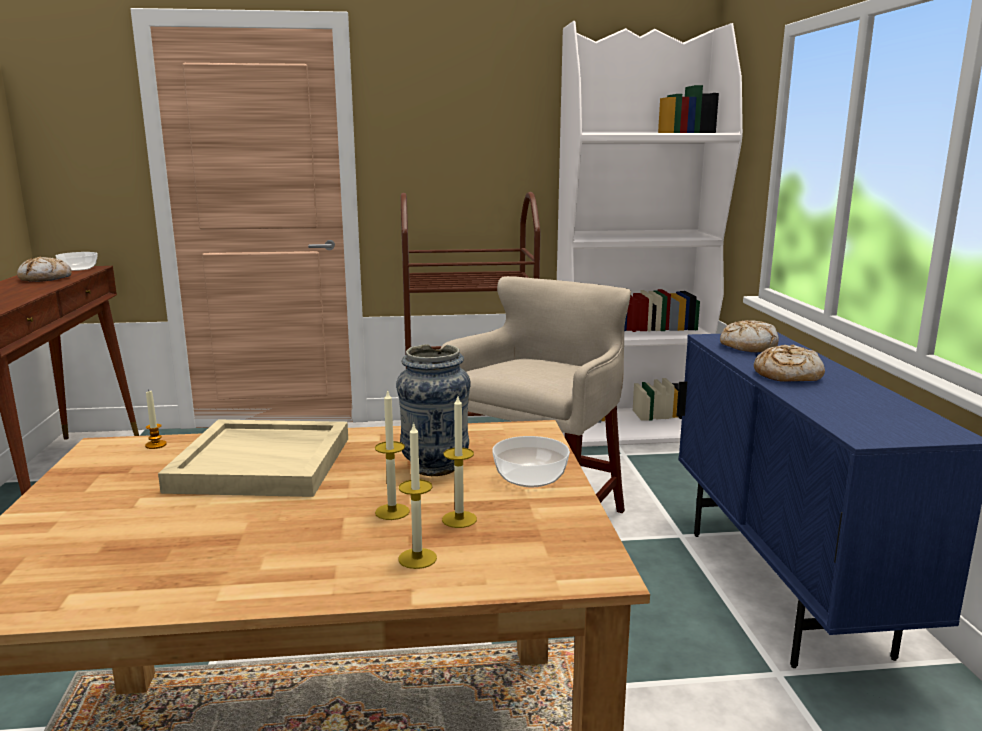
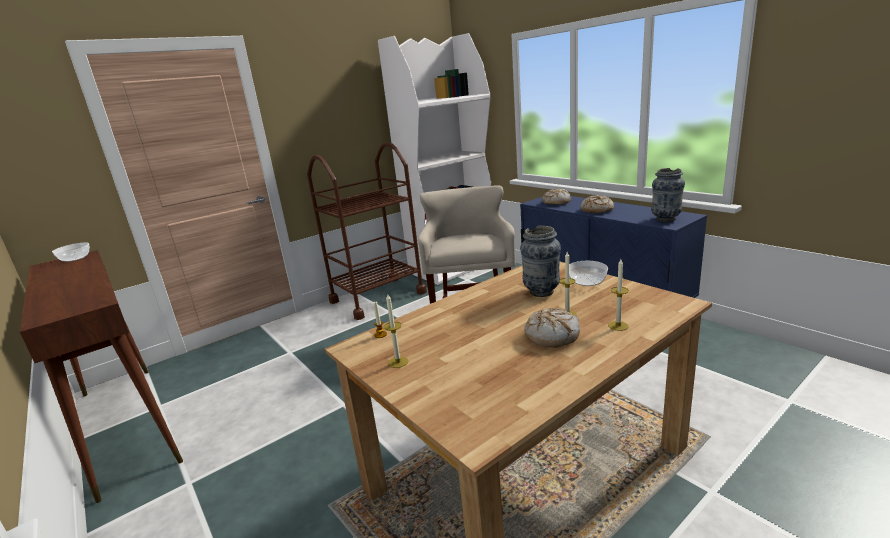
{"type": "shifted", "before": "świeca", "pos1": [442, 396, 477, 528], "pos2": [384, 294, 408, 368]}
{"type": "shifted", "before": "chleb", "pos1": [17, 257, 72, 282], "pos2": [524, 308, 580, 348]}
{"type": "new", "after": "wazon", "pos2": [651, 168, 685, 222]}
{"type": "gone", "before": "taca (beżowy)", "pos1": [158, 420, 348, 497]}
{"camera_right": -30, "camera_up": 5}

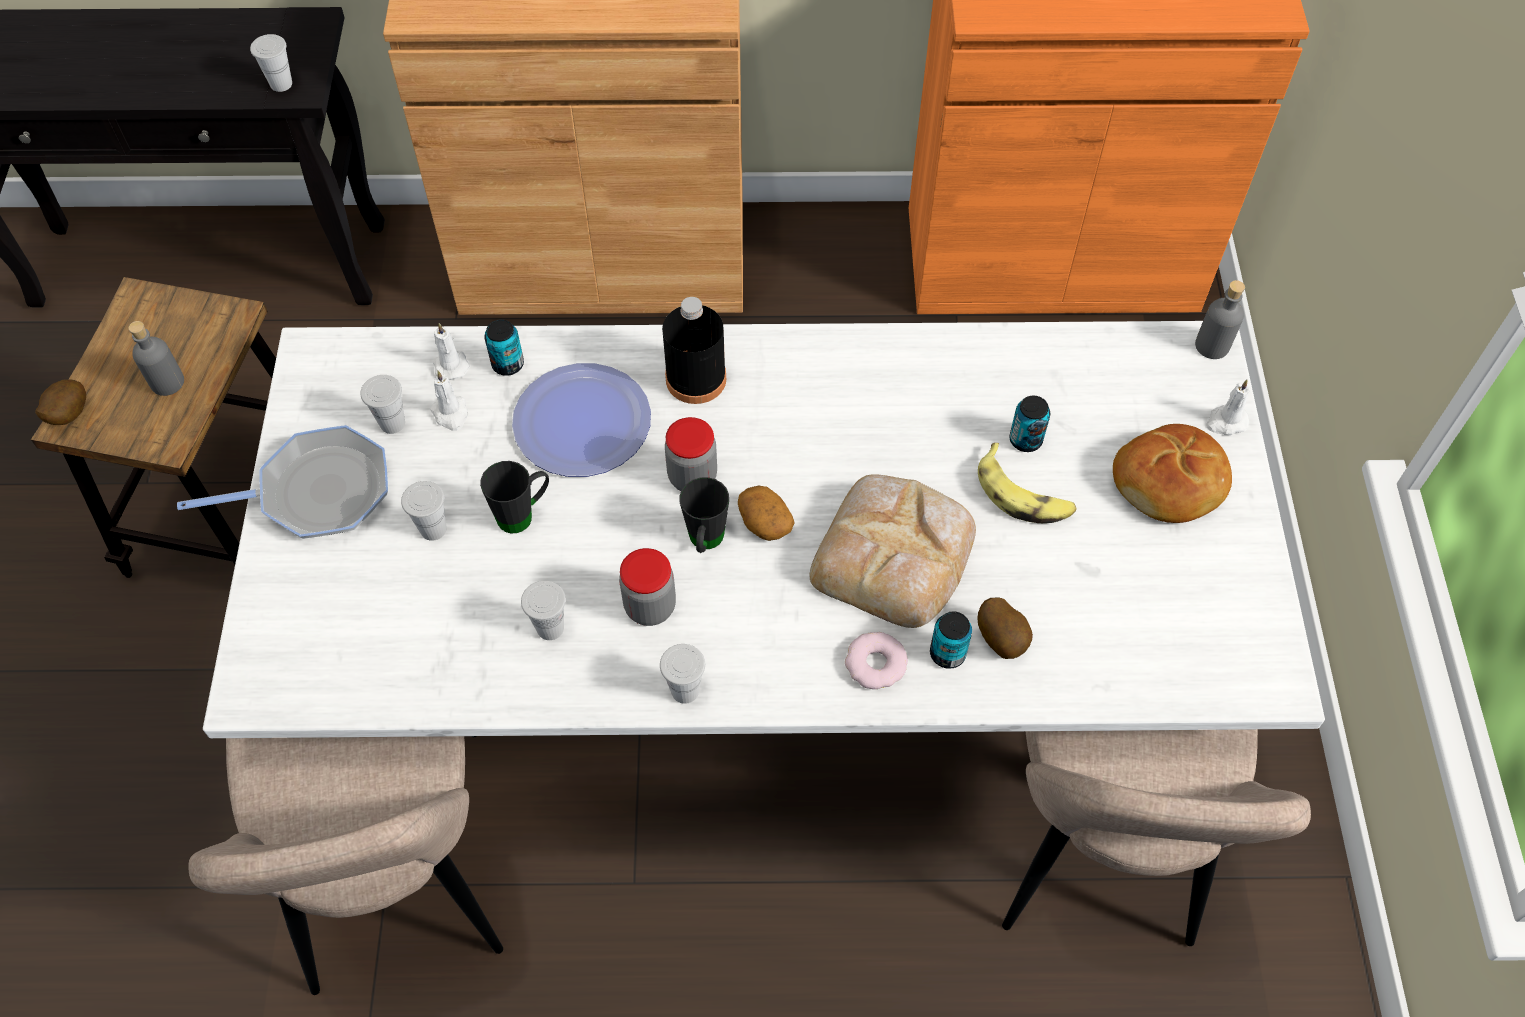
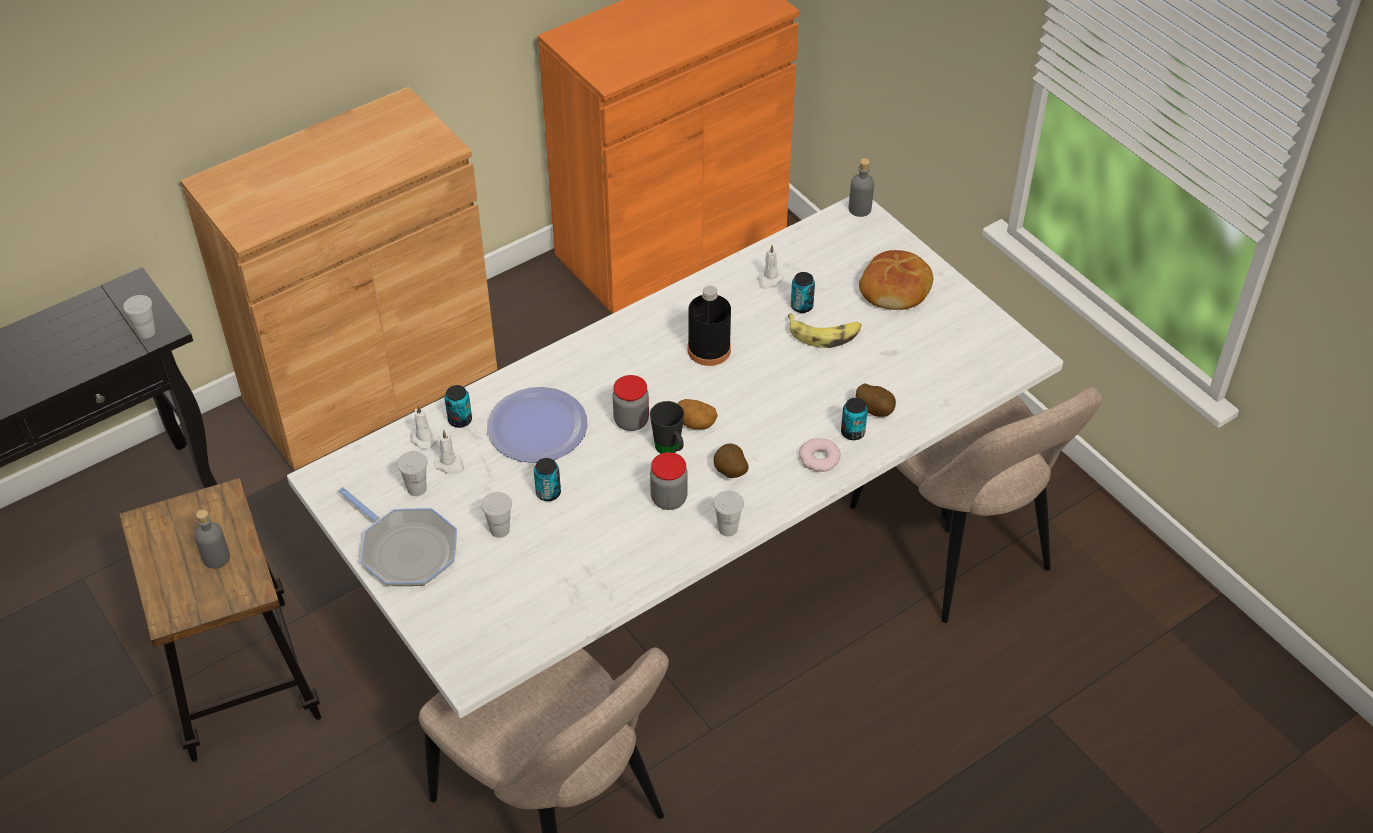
{"type": "rotated", "before": "patelnia", "pos1": [177, 425, 388, 539], "pos2": [339, 487, 457, 586], "turn": 90}
{"type": "swapped", "before": "kubek (czarny)", "after": "puszka", "pos1": [480, 461, 549, 533], "pos2": [534, 458, 561, 501]}
{"type": "shifted", "before": "butelka (czarny)", "pos1": [662, 297, 726, 404], "pos2": [688, 286, 731, 366]}
{"type": "shifted", "before": "ziemniak", "pos1": [35, 380, 86, 425], "pos2": [714, 443, 749, 478]}
{"type": "shifted", "before": "świeca (biały)", "pos1": [1206, 379, 1250, 435], "pos2": [758, 245, 784, 289]}
{"type": "gone", "before": "filiżanka (biały)", "pos1": [521, 581, 566, 640]}
{"type": "gone", "before": "chleb", "pos1": [810, 474, 976, 628]}
{"camera_right": -35, "camera_up": -10}

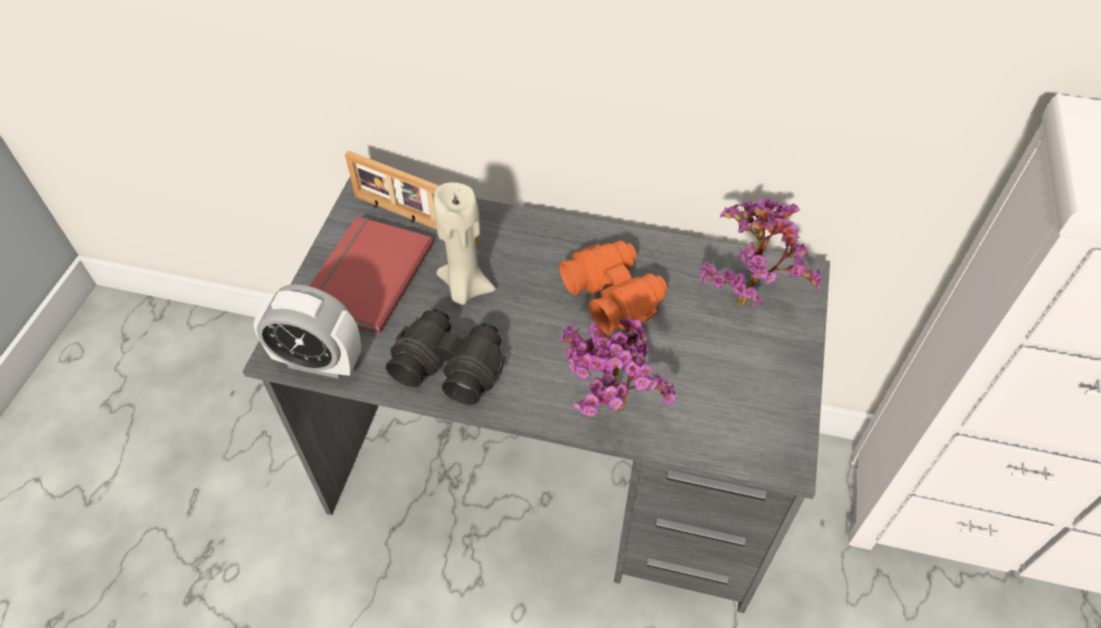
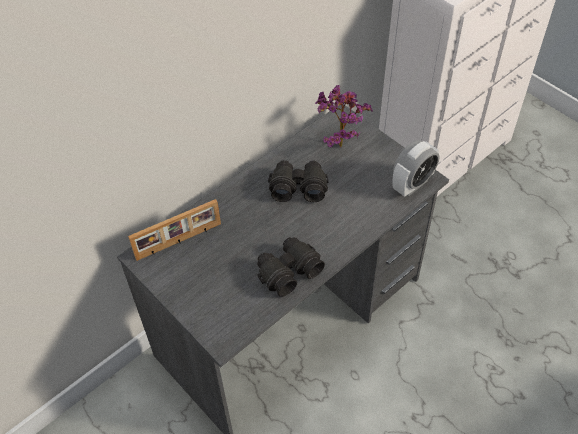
{"type": "repainted", "before": "lornetka (pomarańczowy)", "after": "lornetka (czarny)", "pos1": [559, 240, 667, 334], "pos2": [268, 160, 329, 202]}
{"type": "shifted", "before": "budzik", "pos1": [253, 284, 361, 379], "pos2": [392, 140, 440, 197]}
{"type": "gone", "before": "książka (czerwony)", "pos1": [310, 216, 433, 334]}
{"type": "gone", "before": "świeca (beżowy)", "pos1": [433, 182, 496, 305]}
{"type": "gone", "before": "roślina doniczkowa", "pos1": [560, 317, 676, 417]}
{"camera_right": -55, "camera_up": 0}

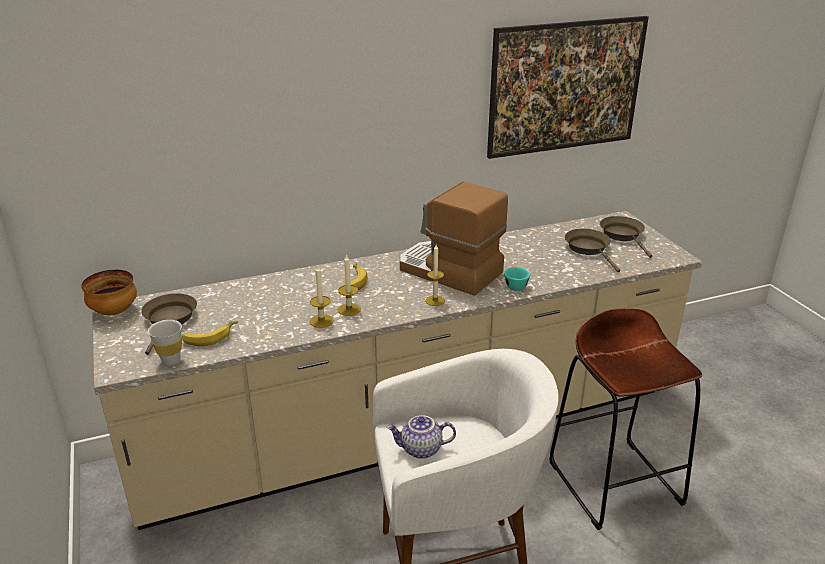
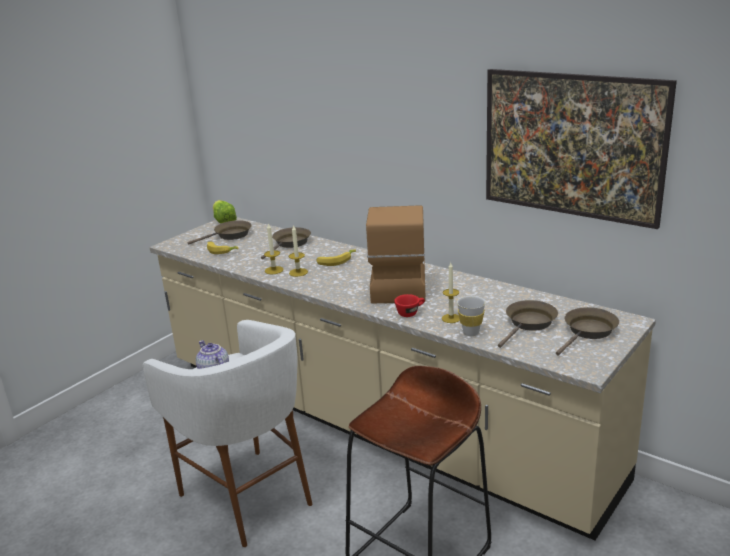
{"type": "swapped", "before": "miska", "after": "sałata", "pos1": [81, 270, 137, 315], "pos2": [213, 200, 237, 224]}
{"type": "new", "after": "patelnia (brązowy)", "pos2": [261, 227, 311, 259]}
{"type": "repainted", "before": "filiżanka (turkusowy)", "after": "filiżanka (czerwony)", "pos1": [504, 267, 530, 291], "pos2": [394, 294, 425, 317]}
{"type": "shifted", "before": "świeca", "pos1": [425, 244, 445, 306], "pos2": [442, 263, 460, 323]}
{"type": "shifted", "before": "filiżanka (biały)", "pos1": [148, 320, 182, 366], "pos2": [457, 296, 486, 336]}
{"camera_right": 60, "camera_up": -5}

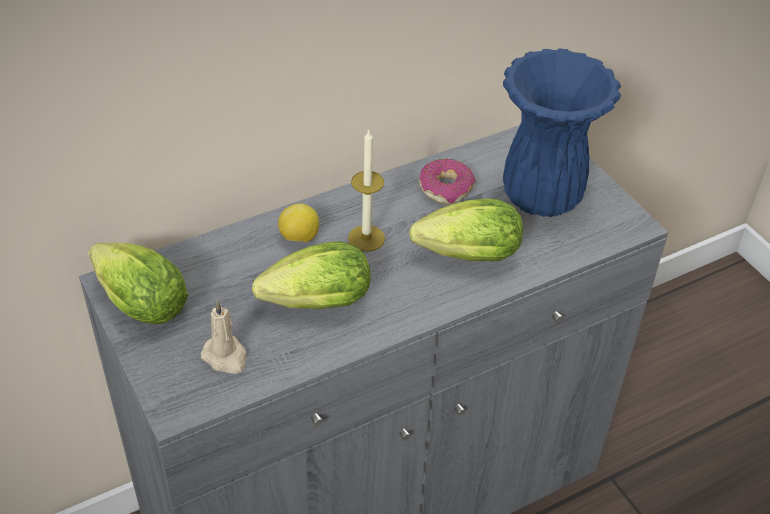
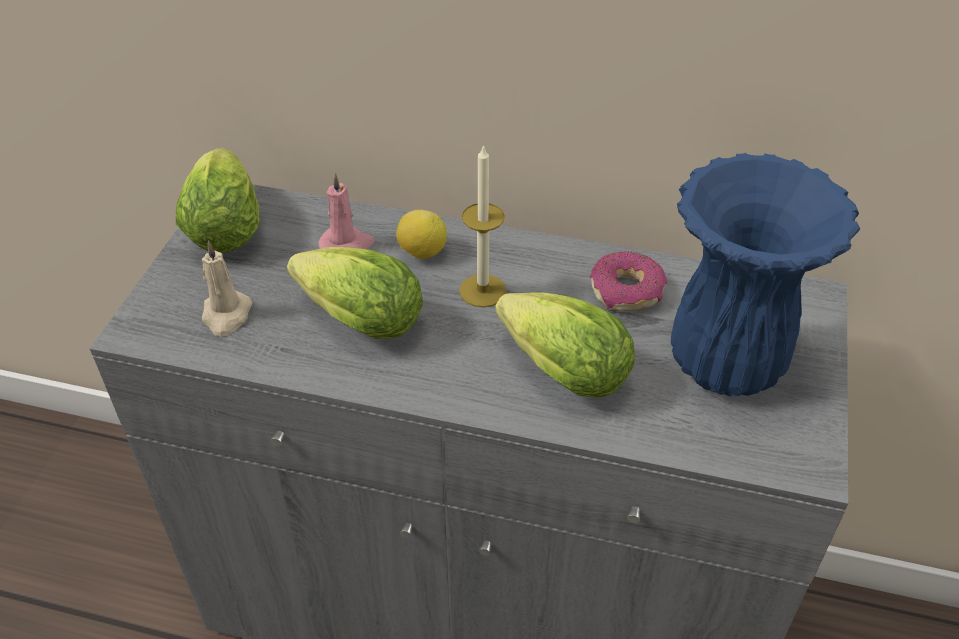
{"type": "new", "after": "świeca (różowy)", "pos2": [318, 173, 374, 249]}
{"camera_right": 45, "camera_up": 0}

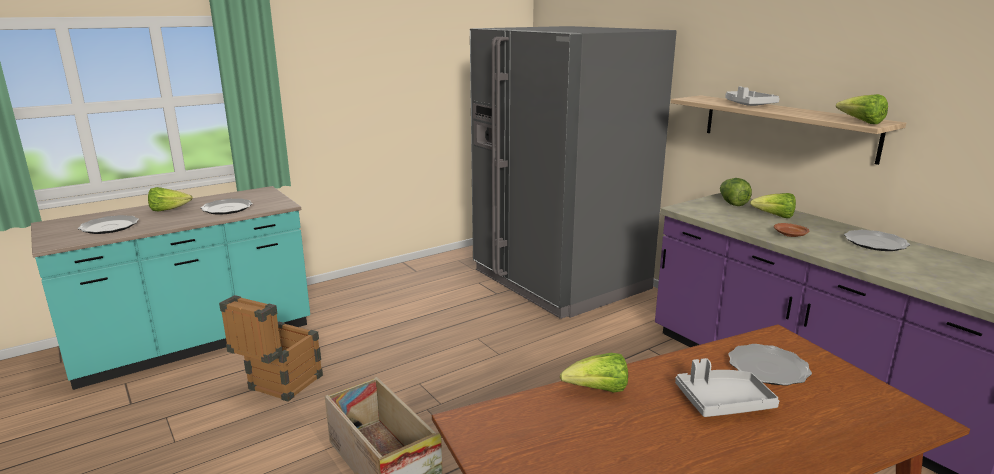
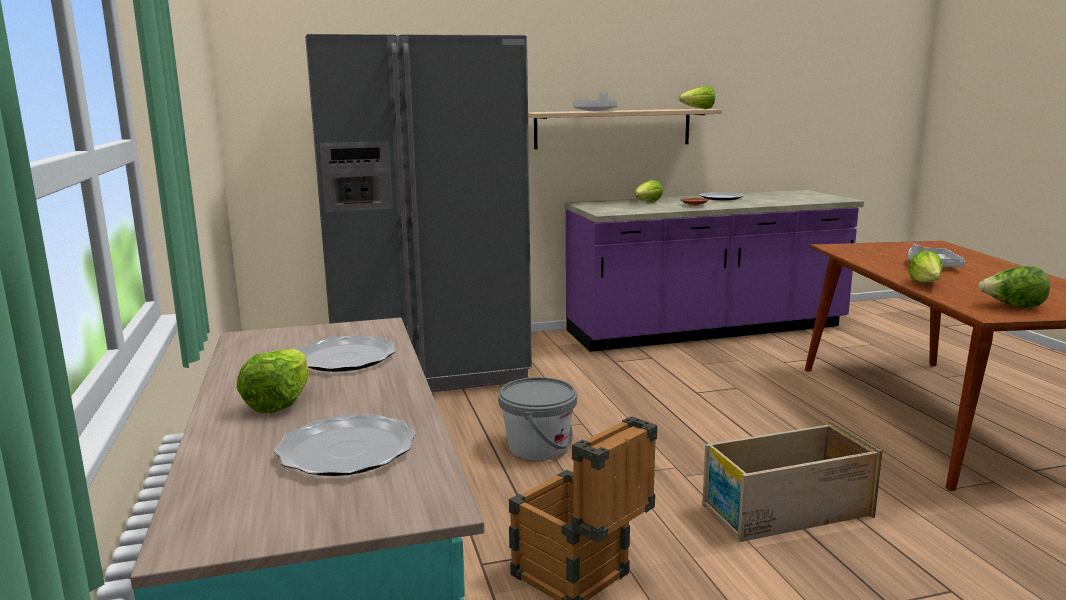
{"type": "new", "after": "wiadro (szary)", "pos2": [498, 377, 577, 460]}
{"type": "shifted", "before": "sałata", "pos1": [720, 178, 752, 206], "pos2": [978, 266, 1050, 307]}
{"type": "gone", "before": "talerz", "pos1": [728, 344, 812, 385]}
{"camera_right": -70, "camera_up": -5}

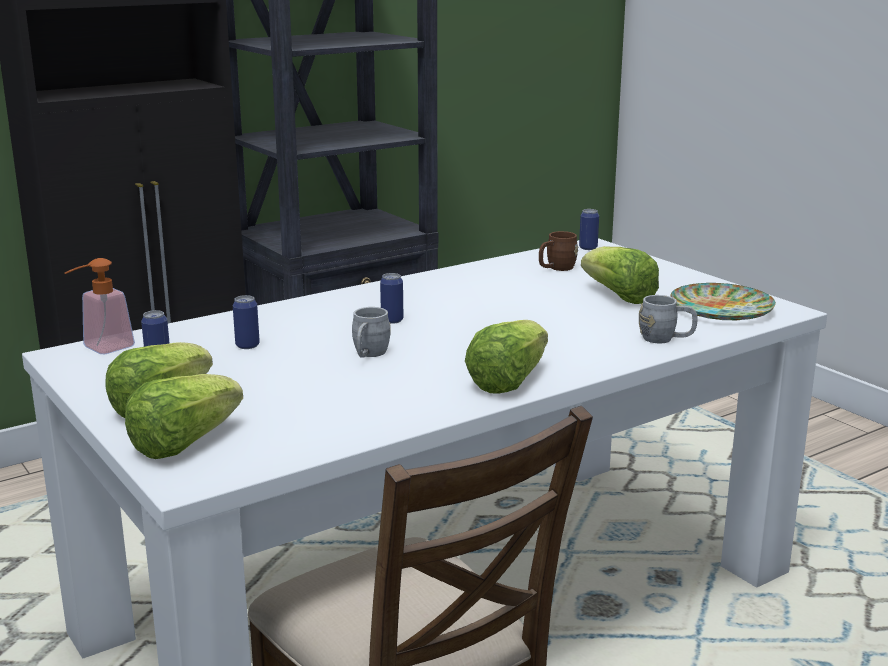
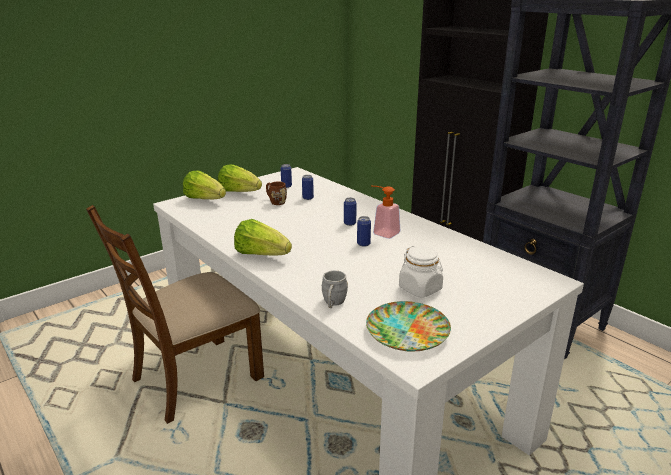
{"type": "shifted", "before": "kubek (brązowy)", "pos1": [539, 231, 578, 271], "pos2": [266, 181, 287, 205]}
{"type": "shifted", "before": "puszka", "pos1": [579, 209, 599, 250], "pos2": [357, 216, 371, 247]}
{"type": "shifted", "before": "dozownik mydła", "pos1": [65, 258, 135, 354], "pos2": [371, 186, 400, 239]}
{"type": "swapped", "before": "sałata", "after": "słoik (biały)", "pos1": [581, 246, 659, 304], "pos2": [399, 246, 443, 298]}
{"type": "gone", "before": "kubek (szary)", "pos1": [352, 307, 391, 358]}
{"camera_right": 85, "camera_up": 5}

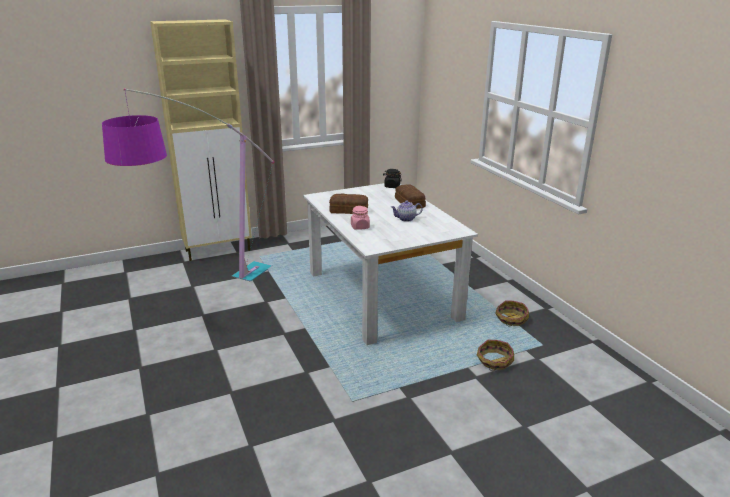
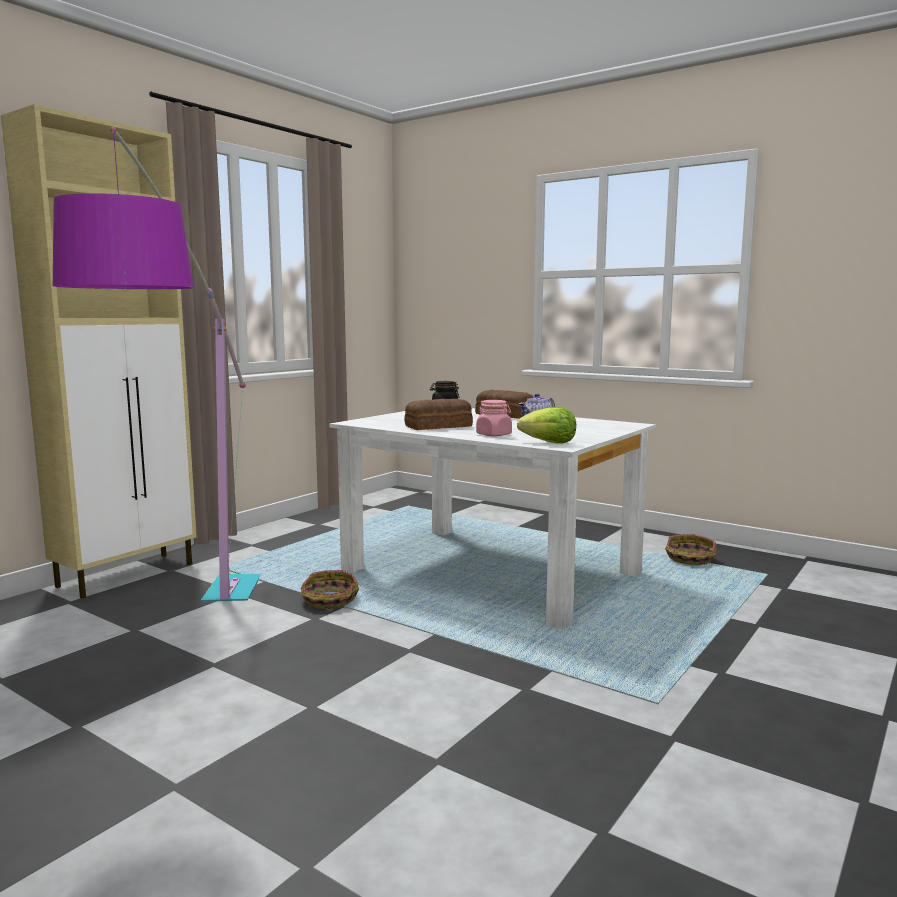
{"type": "shifted", "before": "koszyk", "pos1": [477, 340, 514, 371], "pos2": [301, 570, 359, 609]}
{"type": "new", "after": "sałata", "pos2": [517, 407, 576, 444]}
{"camera_right": -30, "camera_up": -15}

